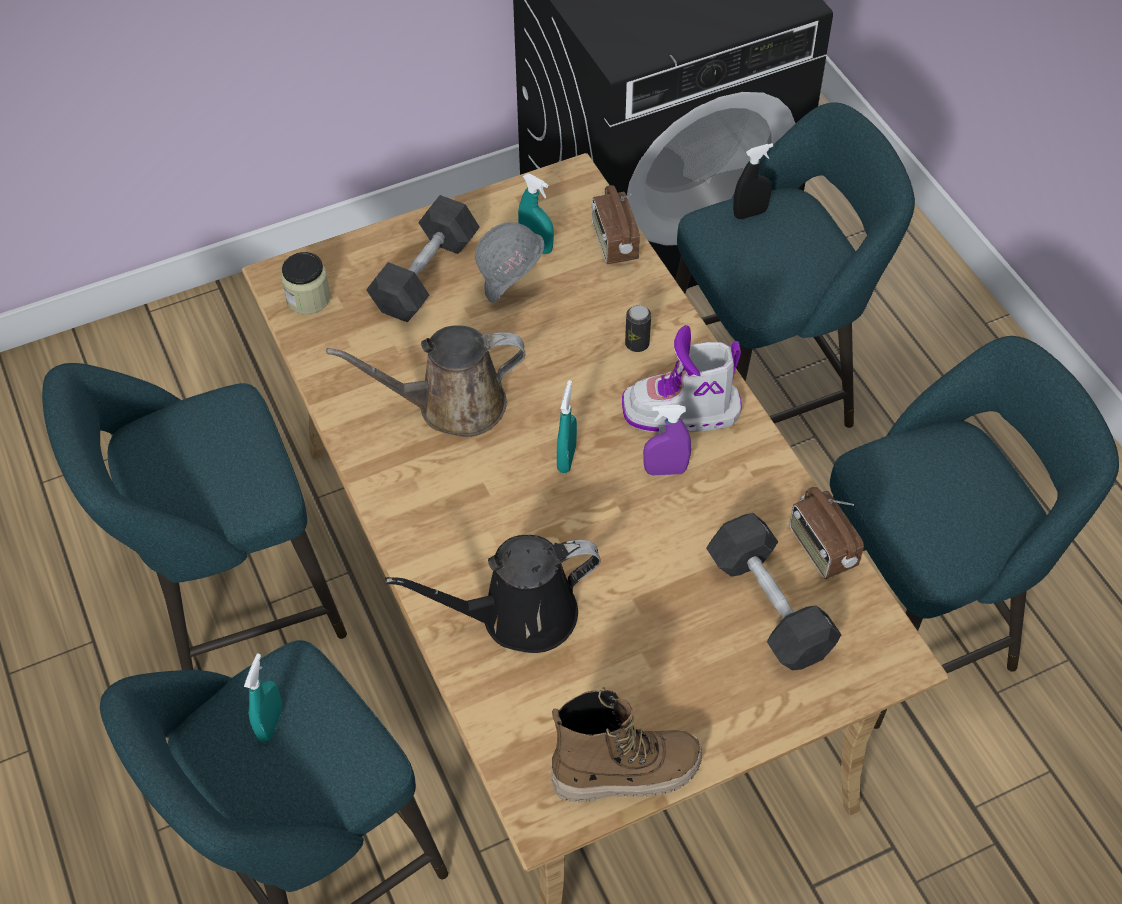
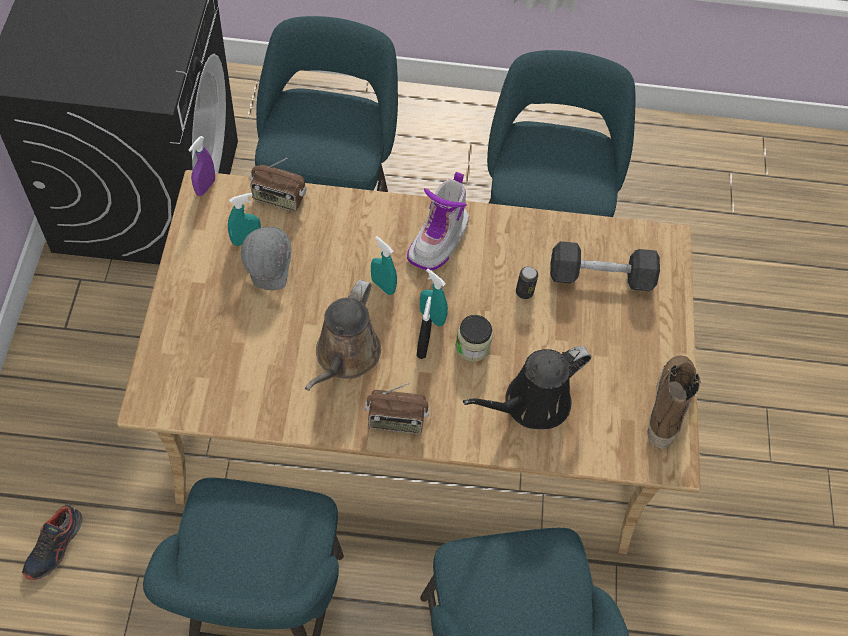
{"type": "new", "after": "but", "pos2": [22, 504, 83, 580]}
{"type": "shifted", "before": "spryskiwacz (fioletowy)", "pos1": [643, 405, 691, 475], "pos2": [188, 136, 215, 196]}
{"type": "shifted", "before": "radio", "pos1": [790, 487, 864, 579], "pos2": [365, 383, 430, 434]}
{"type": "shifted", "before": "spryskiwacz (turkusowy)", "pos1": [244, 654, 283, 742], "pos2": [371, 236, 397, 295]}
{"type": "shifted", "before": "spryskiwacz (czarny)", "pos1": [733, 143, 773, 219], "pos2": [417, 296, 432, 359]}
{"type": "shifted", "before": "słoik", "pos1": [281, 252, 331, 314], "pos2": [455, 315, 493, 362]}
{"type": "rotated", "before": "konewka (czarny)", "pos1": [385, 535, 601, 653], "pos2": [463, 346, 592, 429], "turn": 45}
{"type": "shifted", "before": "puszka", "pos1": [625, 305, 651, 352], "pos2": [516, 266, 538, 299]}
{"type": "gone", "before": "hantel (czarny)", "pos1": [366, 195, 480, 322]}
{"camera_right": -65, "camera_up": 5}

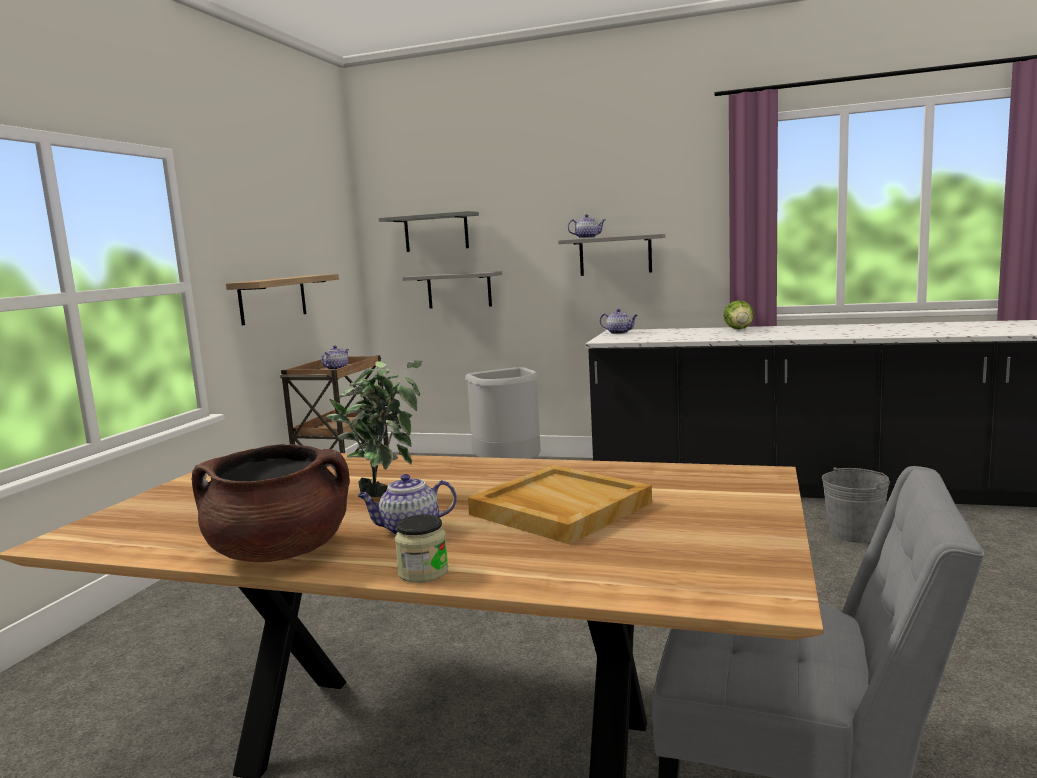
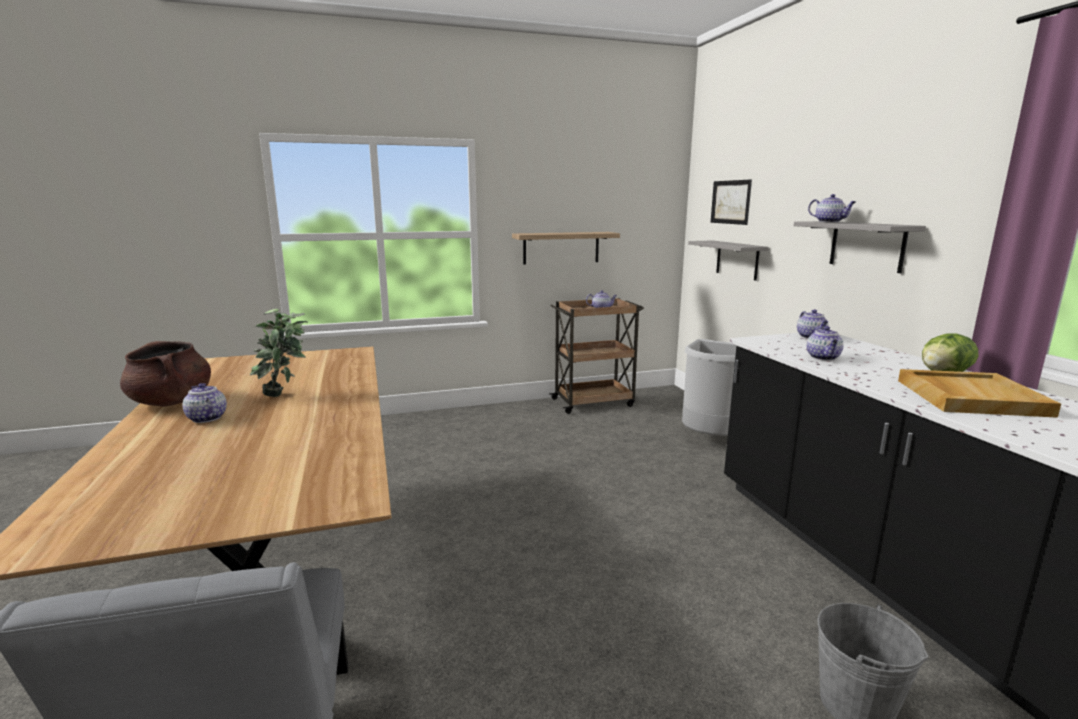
{"type": "swapped", "before": "półka (szary)", "after": "obraz", "pos1": [379, 211, 479, 252], "pos2": [711, 179, 752, 225]}
{"type": "new", "after": "imbryk", "pos2": [807, 326, 843, 360]}
{"type": "shifted", "before": "taca (beżowy)", "pos1": [468, 465, 652, 544], "pos2": [898, 369, 1061, 418]}
{"type": "gone", "before": "słoik", "pos1": [395, 514, 448, 583]}
{"camera_right": 55, "camera_up": 5}

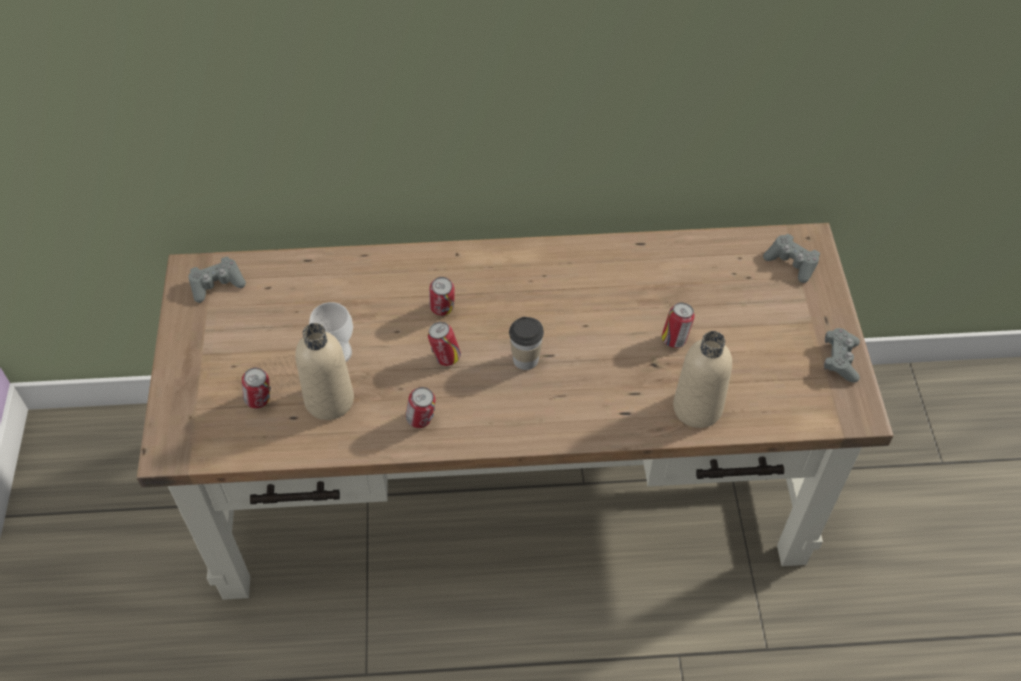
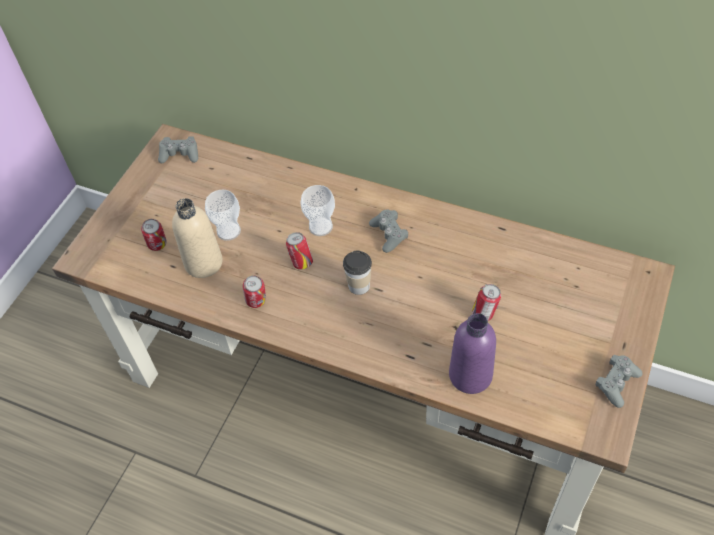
{"type": "swapped", "before": "puszka", "after": "filiżanka", "pos1": [429, 277, 455, 316], "pos2": [300, 185, 335, 236]}
{"type": "shifted", "before": "pad do gier (szary)", "pos1": [763, 234, 820, 283], "pos2": [369, 209, 408, 253]}
{"type": "repainted", "before": "butelka (beżowy)", "after": "butelka (fioletowy)", "pos1": [673, 331, 732, 428], "pos2": [449, 313, 496, 394]}
{"camera_right": 30, "camera_up": 0}

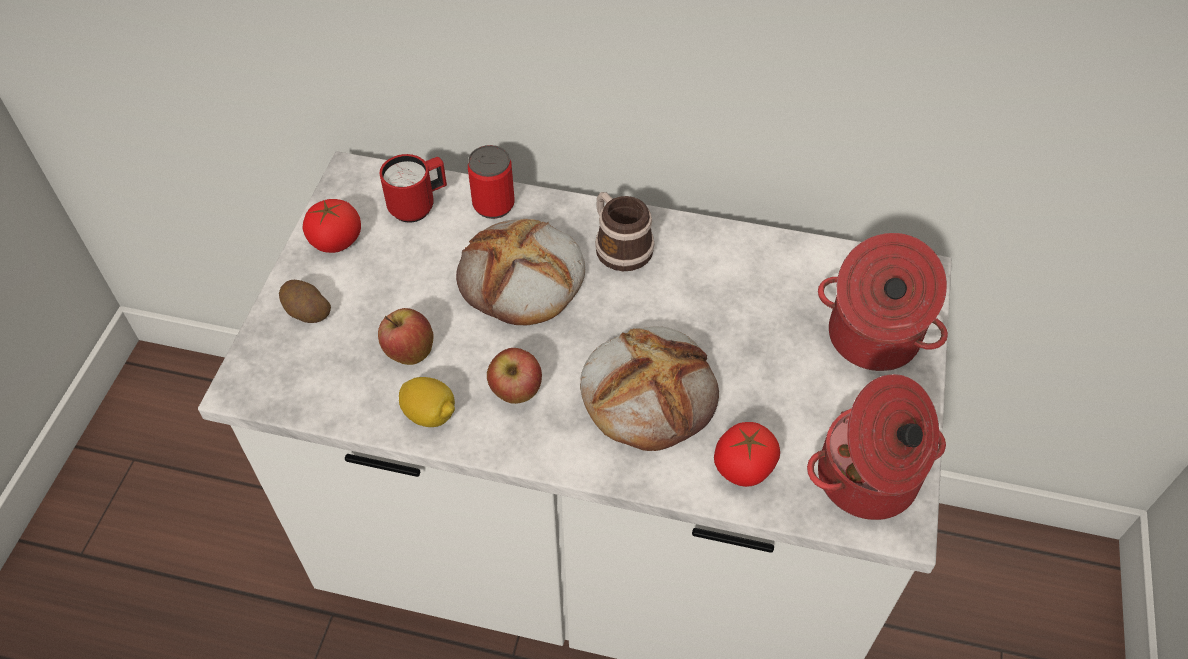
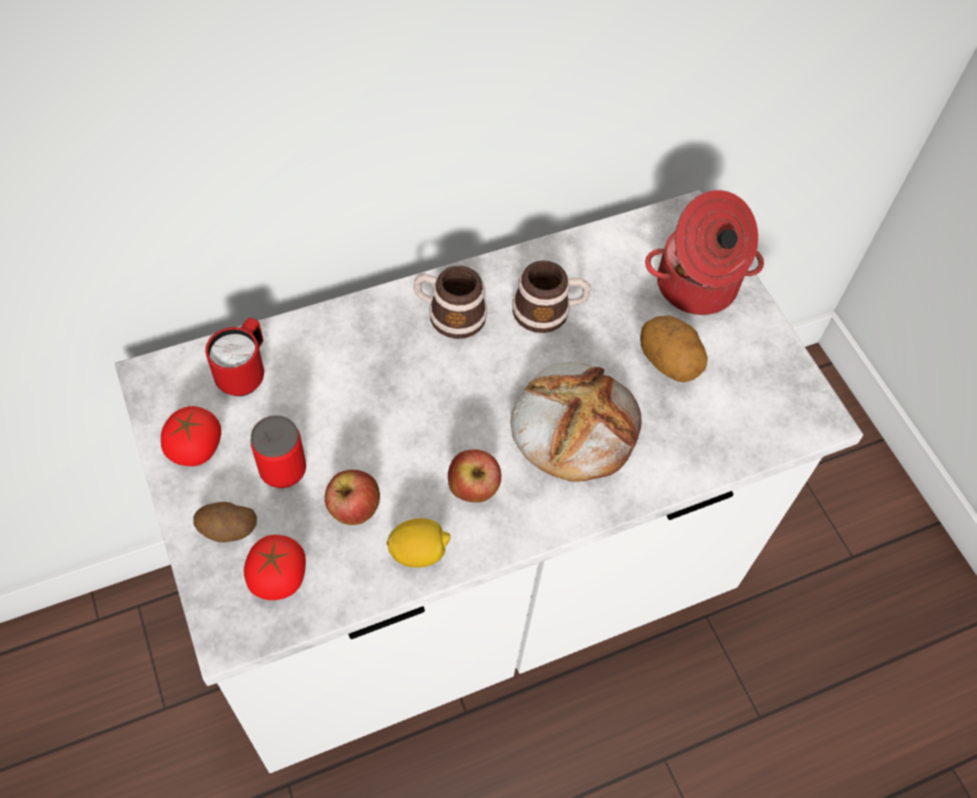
{"type": "shifted", "before": "pomidor", "pos1": [714, 422, 780, 487], "pos2": [244, 535, 306, 600]}
{"type": "shifted", "before": "puszka", "pos1": [468, 145, 515, 219], "pos2": [250, 415, 306, 488]}
{"type": "new", "after": "kubek", "pos2": [512, 260, 591, 333]}
{"type": "new", "after": "ziemniak", "pos2": [640, 316, 708, 382]}
{"type": "gone", "before": "chleb", "pos1": [456, 219, 585, 325]}
{"type": "gone", "before": "garnek", "pos1": [807, 374, 946, 520]}
{"camera_right": -40, "camera_up": 5}

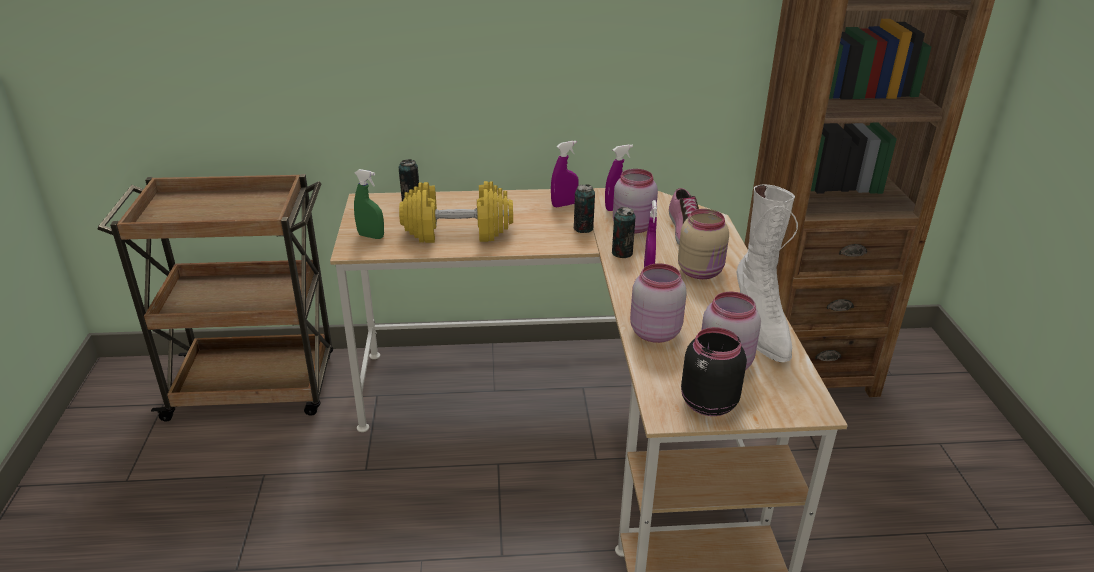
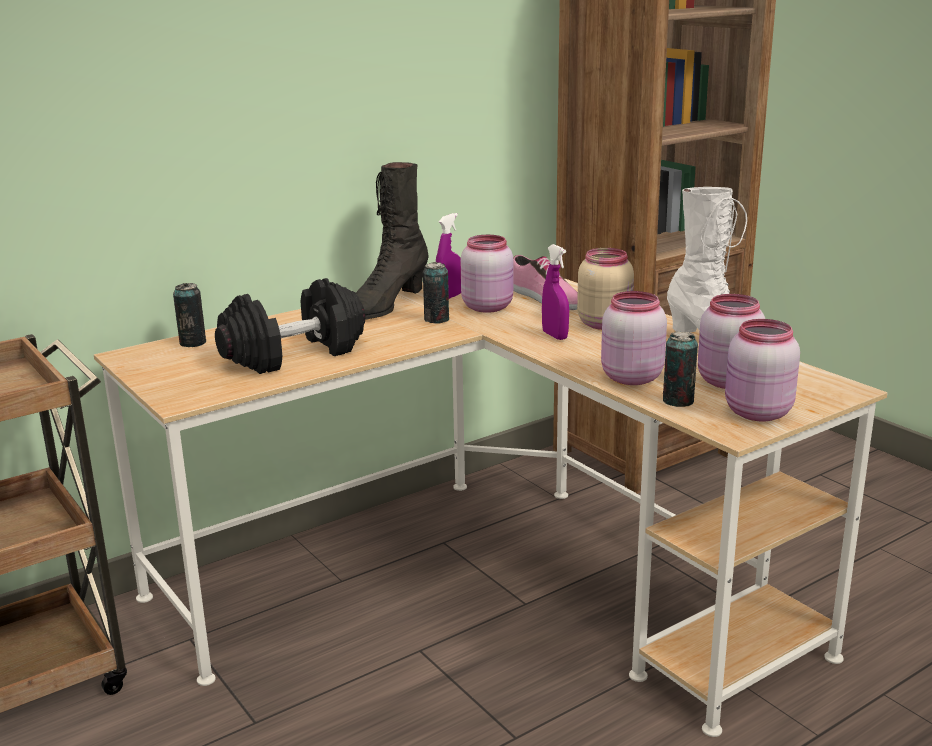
{"type": "repainted", "before": "hantel (żółty)", "after": "hantel (czarny)", "pos1": [399, 181, 513, 243], "pos2": [215, 278, 366, 374]}
{"type": "swapped", "before": "spryskiwacz (fioletowy)", "after": "but z cholewką (czarny)", "pos1": [551, 141, 579, 207], "pos2": [356, 162, 429, 320]}
{"type": "shifted", "before": "puszka", "pos1": [612, 207, 636, 258], "pos2": [663, 331, 698, 407]}
{"type": "repainted", "before": "słoik (czarny)", "after": "słoik (różowy)", "pos1": [681, 327, 747, 416], "pos2": [725, 319, 800, 421]}
{"type": "gone", "before": "spryskiwacz (zielony)", "pos1": [354, 169, 384, 239]}
{"camera_right": -30, "camera_up": -10}

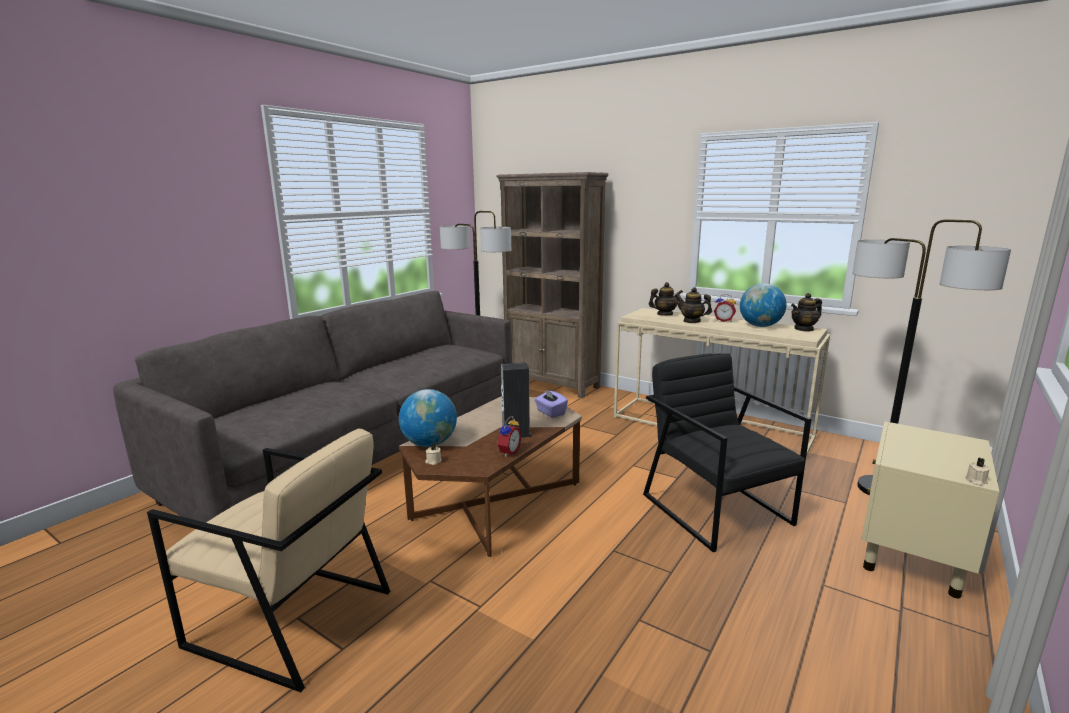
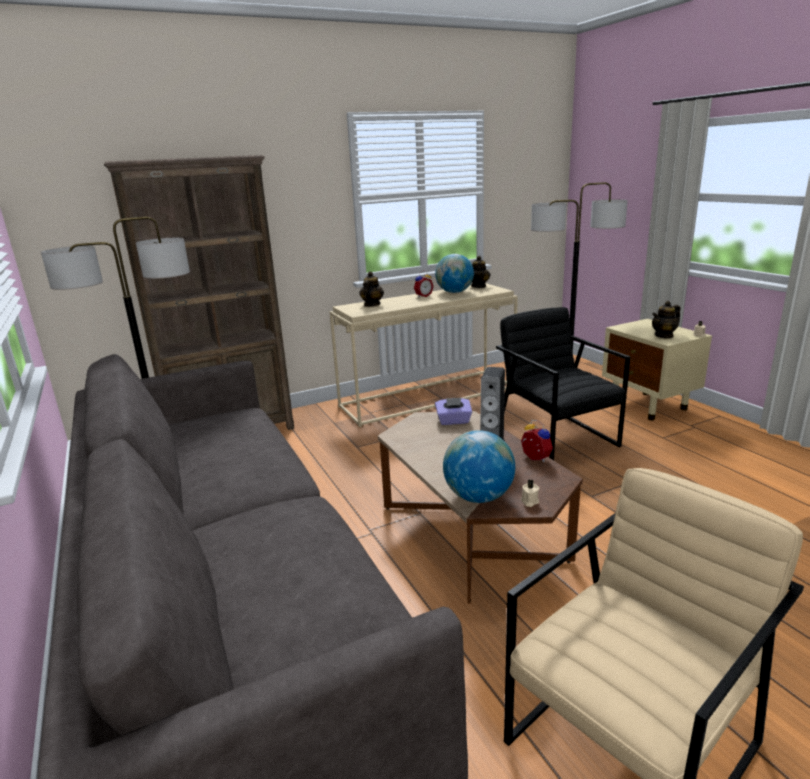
{"type": "rotated", "before": "fotel (czarny)", "pos1": [643, 353, 812, 552], "pos2": [496, 307, 630, 460], "turn": 60}
{"type": "shifted", "before": "imbryk", "pos1": [676, 287, 712, 323], "pos2": [652, 301, 681, 339]}
{"camera_right": -60, "camera_up": 5}

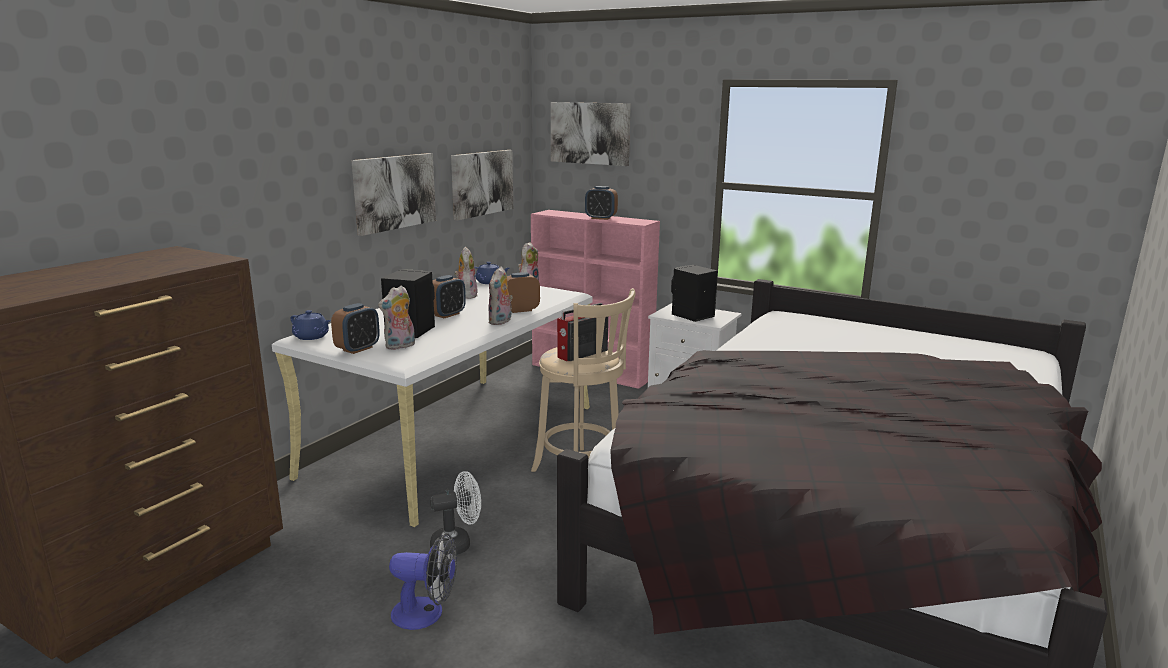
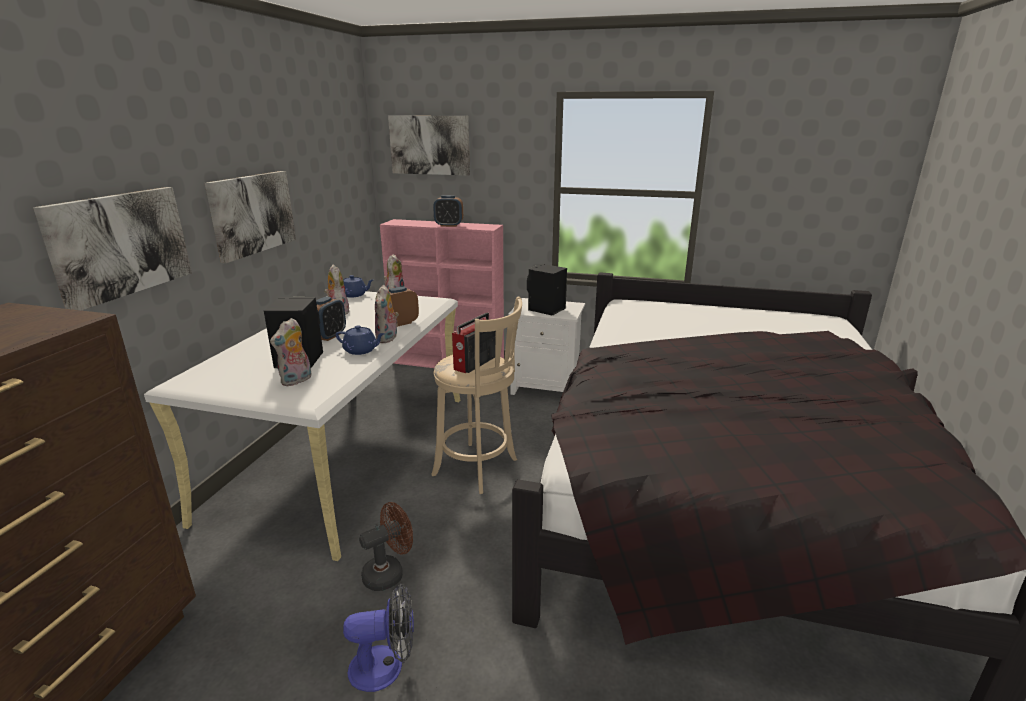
{"type": "shifted", "before": "obraz", "pos1": [451, 150, 513, 220], "pos2": [33, 187, 192, 311]}
{"type": "shifted", "before": "imbryk (niebieski)", "pos1": [290, 310, 331, 340], "pos2": [336, 325, 385, 355]}
{"type": "repainted", "before": "wentylator (biały)", "after": "wentylator (brązowy)", "pos1": [430, 471, 481, 555], "pos2": [359, 502, 413, 591]}
{"type": "gone", "before": "budzik", "pos1": [331, 303, 380, 354]}
{"camera_right": -15, "camera_up": 5}

